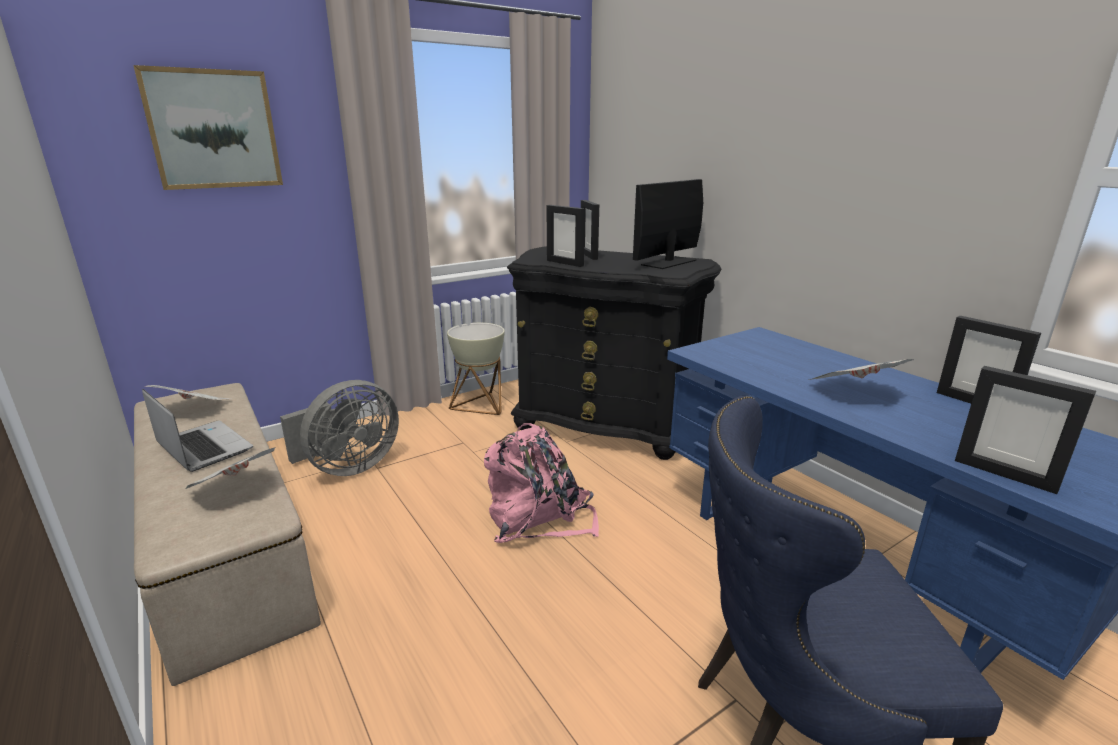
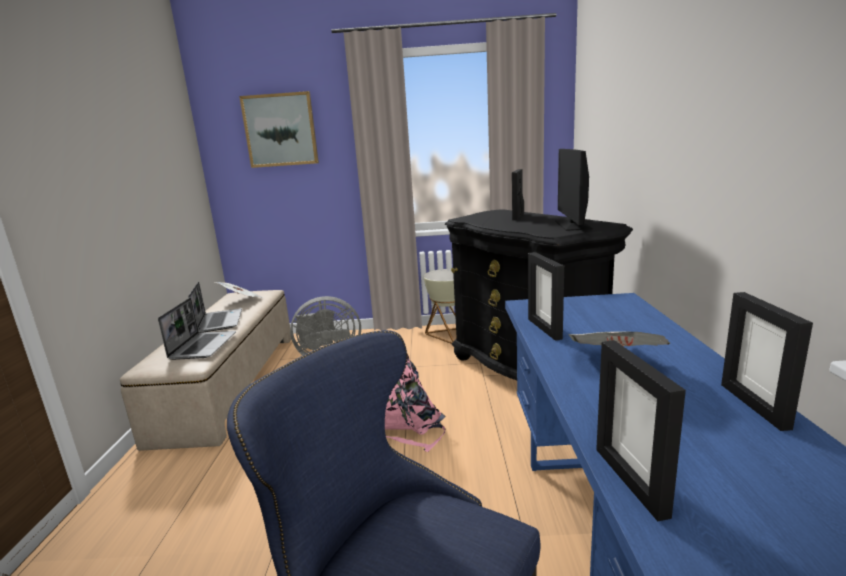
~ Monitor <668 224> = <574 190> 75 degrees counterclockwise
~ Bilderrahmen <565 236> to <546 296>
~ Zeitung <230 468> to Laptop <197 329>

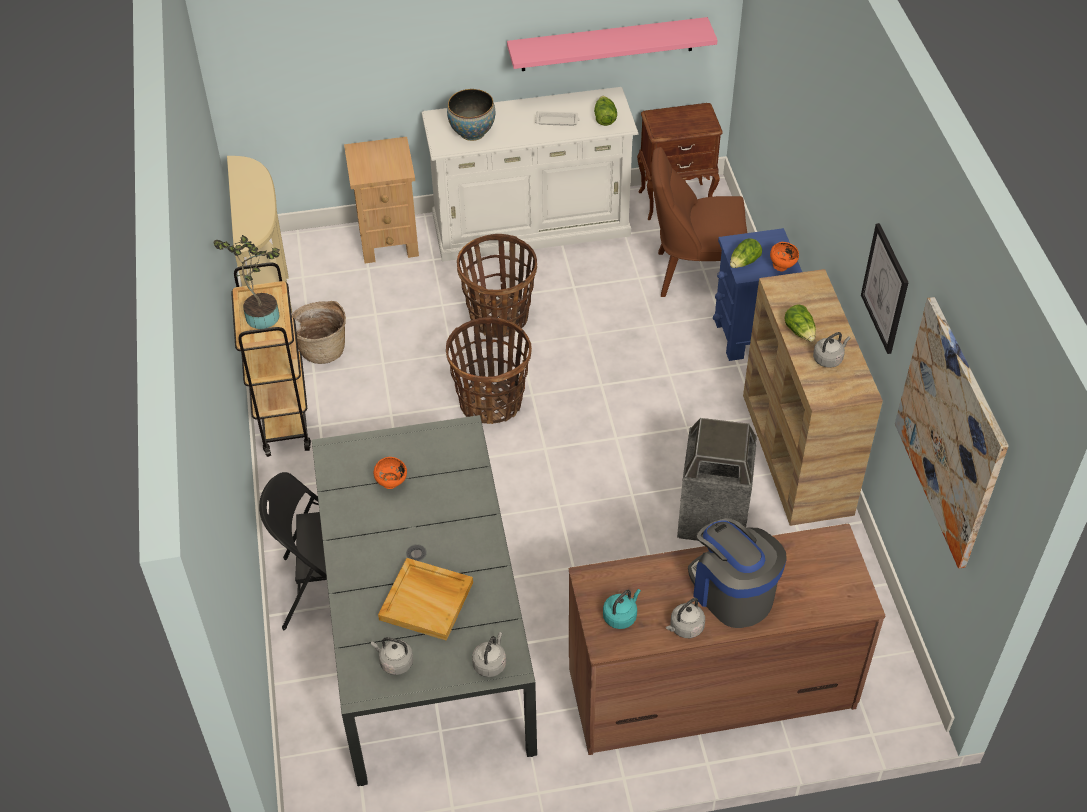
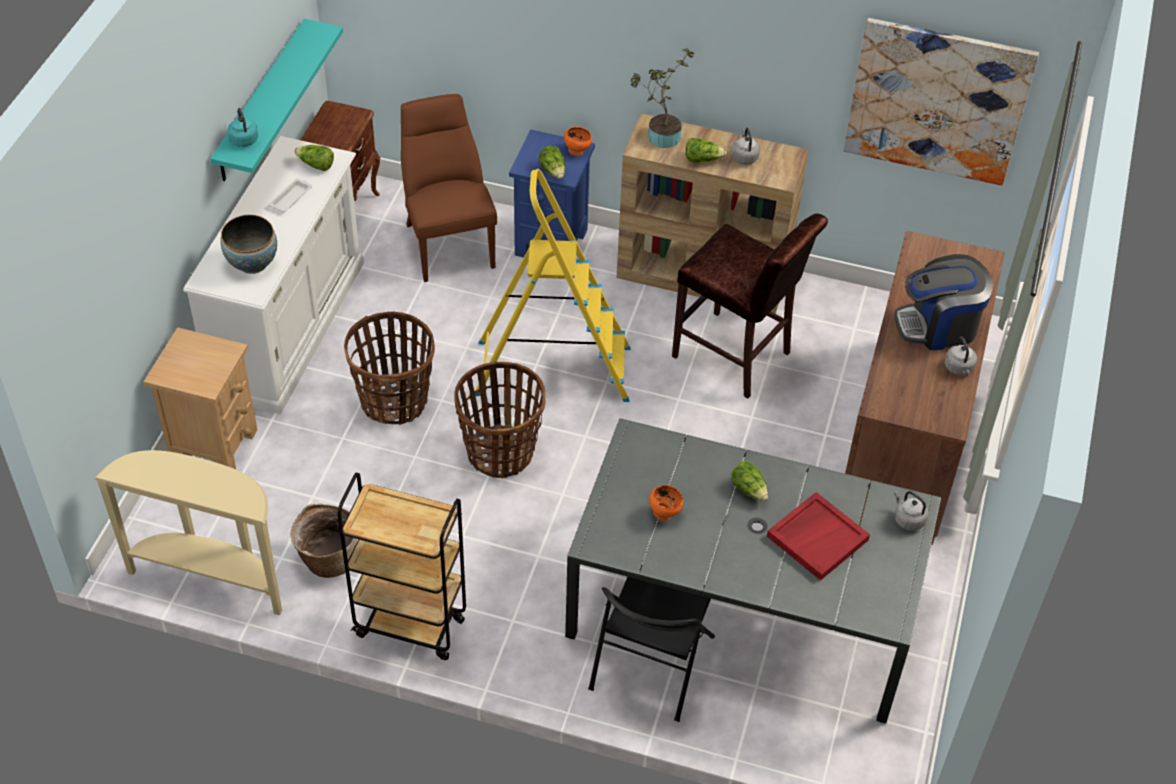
~ Wandregal [rosa] <612 44> to Wandregal [türkis] <276 100>
~ Stuhl [braun] <699 222> = <449 188> 135 degrees clockwise
- Bild <885 288>
~ Topfpflanze <247 282> to <662 98>
~ Mülleimer <717 479> to Hocker [braun] <750 305>
~ Tablett [beige] <425 599> to Tablett [rot] <818 536>
~ Wasserkessel [türkis] <622 609> to <242 127>
- Wasserkessel [grau] <392 656>
+ Trittleiter [gelb] <553 285>
+ Salatkopf <749 481>

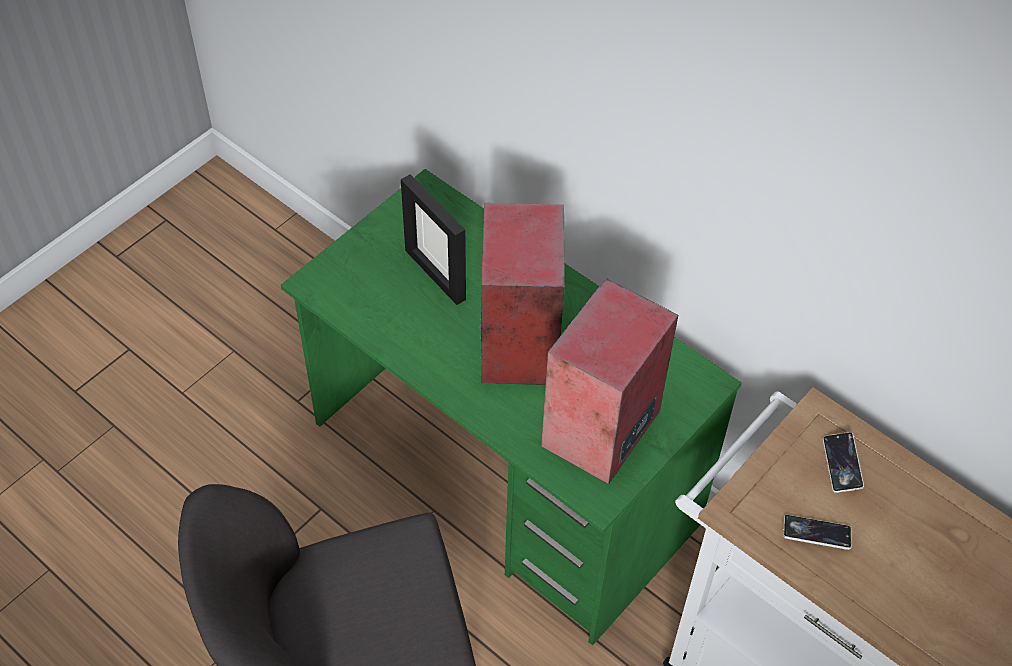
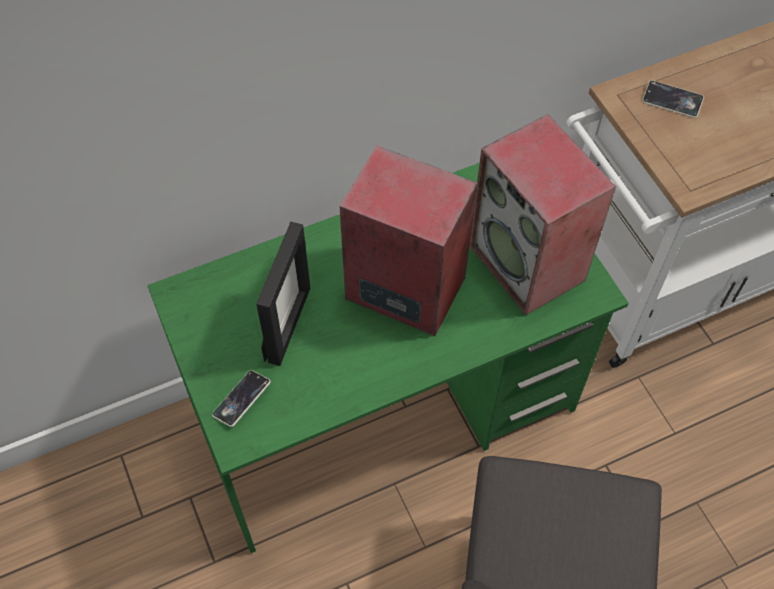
~ Bilderrahmen <433 239> = <283 294> 60 degrees counterclockwise
~ Handy <817 532> to <241 398>

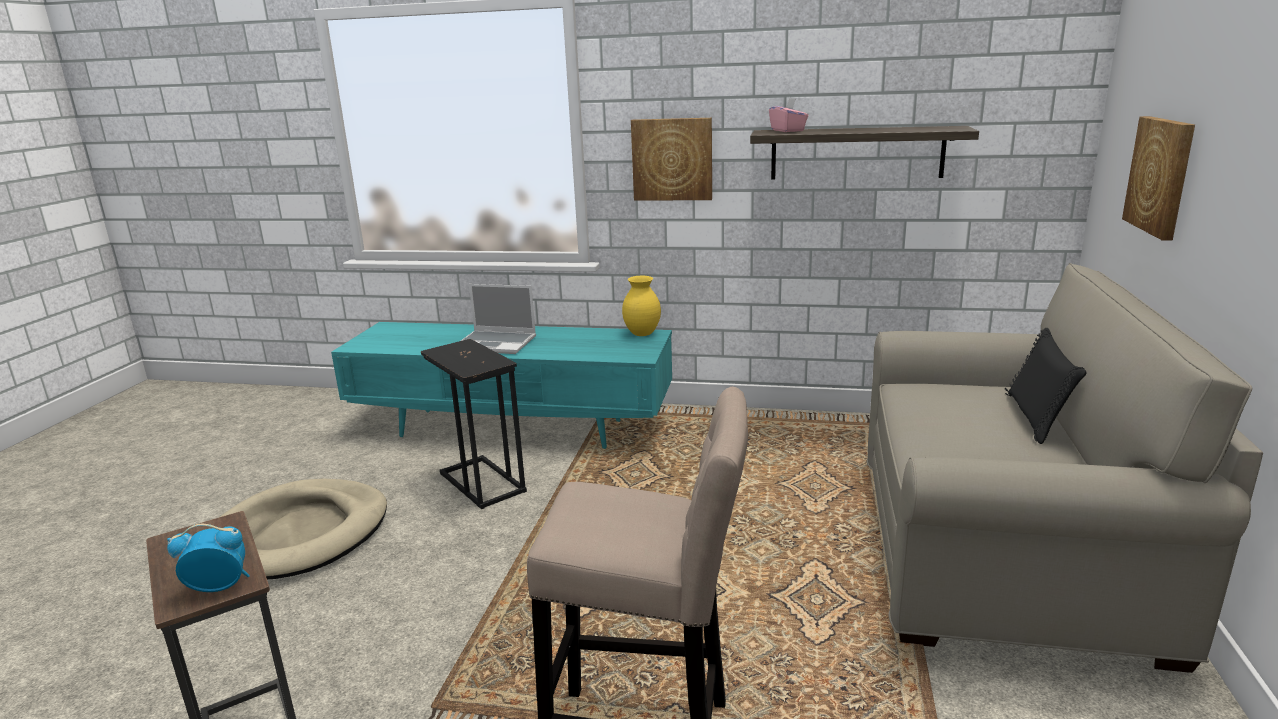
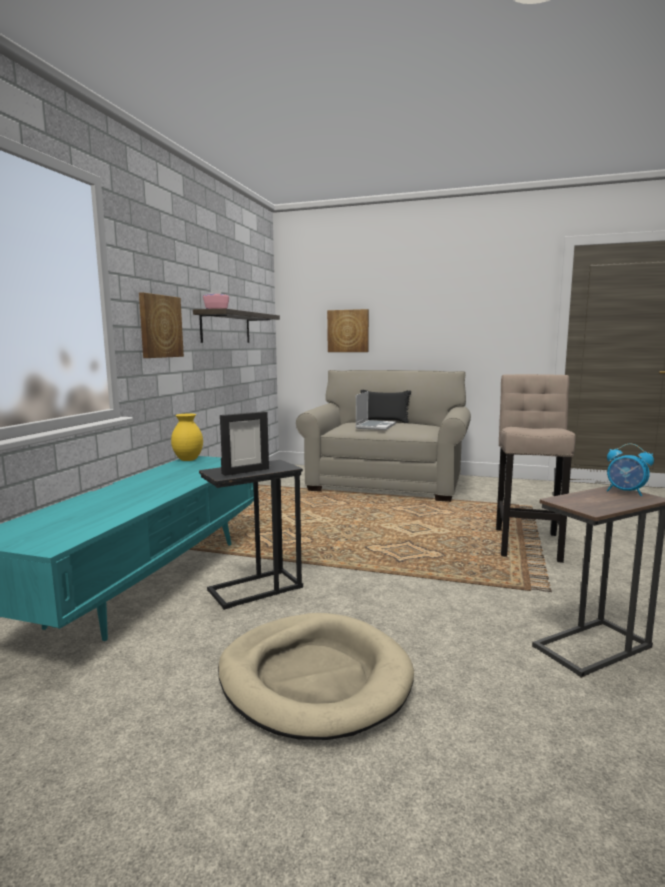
~ Laptop <498 319> to <375 410>
~ Wecker <208 558> = <630 470> 45 degrees counterclockwise
+ Bilderrahmen <244 443>

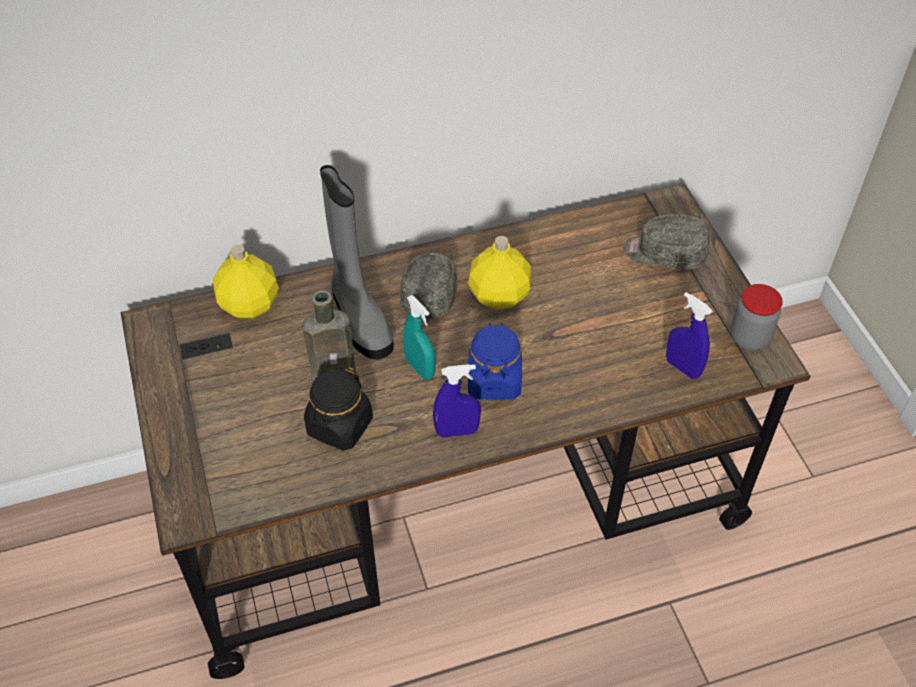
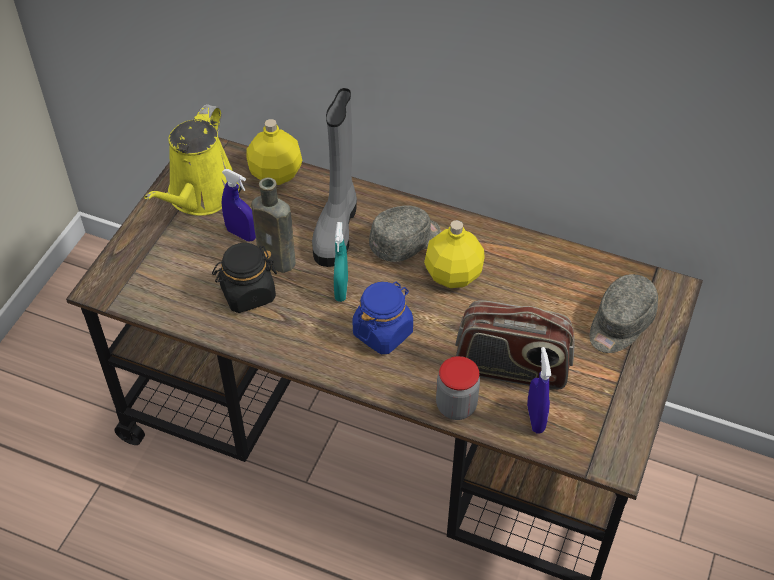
~ Kappe [grau] <666 242> = <623 313> 105 degrees counterclockwise
~ Vorratsglas <757 317> to <458 388>
~ Sprühflasche [blau] <457 400> to <239 205>
+ Gießkanne [gelb] <192 160>
+ Radio <515 345>

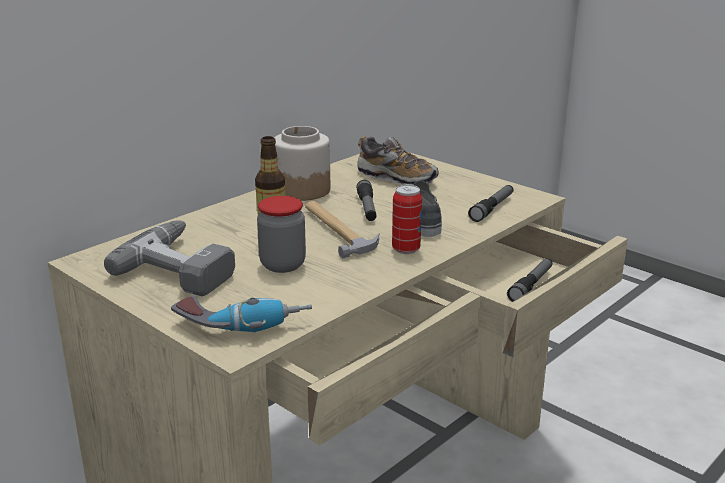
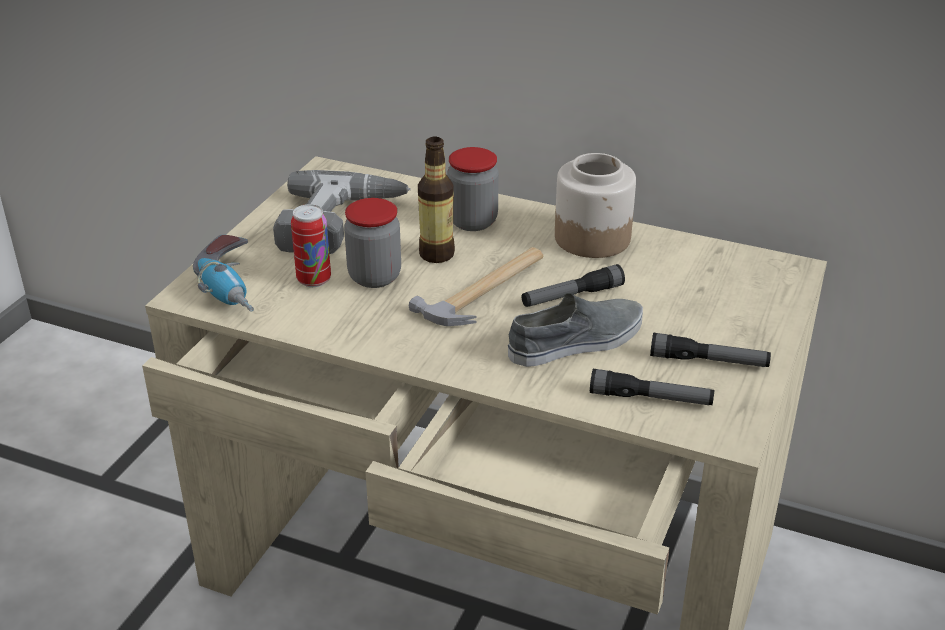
- Schuh <398 160>
~ Dose <407 219> to <311 245>
~ Taschenlampe <530 280> to <710 350>
+ Vorratsglas <473 189>

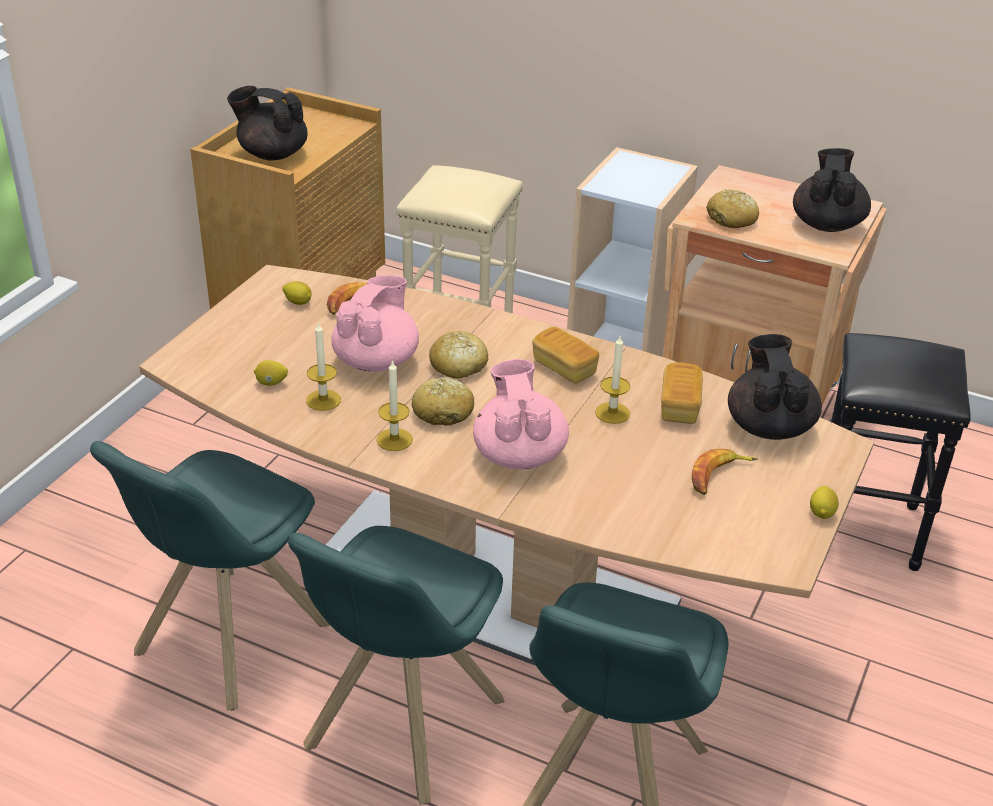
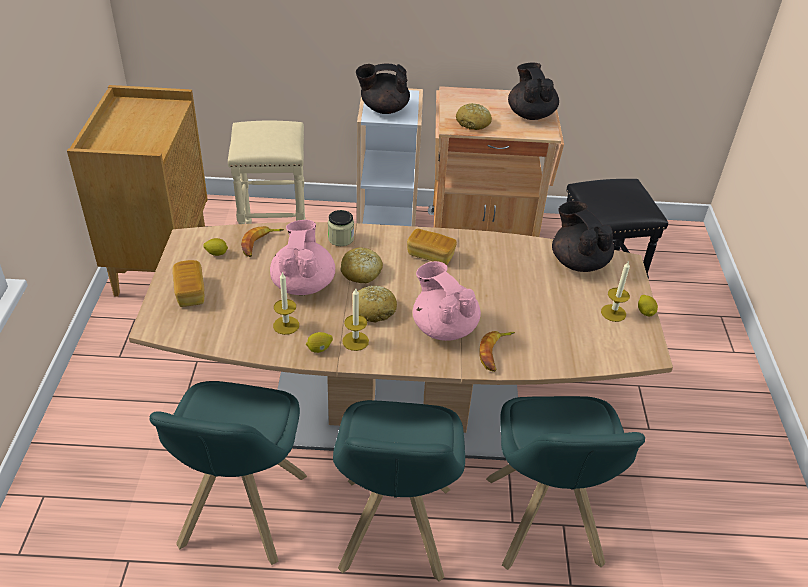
~ Teekanne [schwarz] <267 123> to <383 89>
~ Kerze <612 380> to <615 292>
~ Zitrone <271 373> to <319 342>
~ Brot <682 393> to <188 283>
~ Banane <725 472> to <497 351>
+ Vorratsglas <341 228>

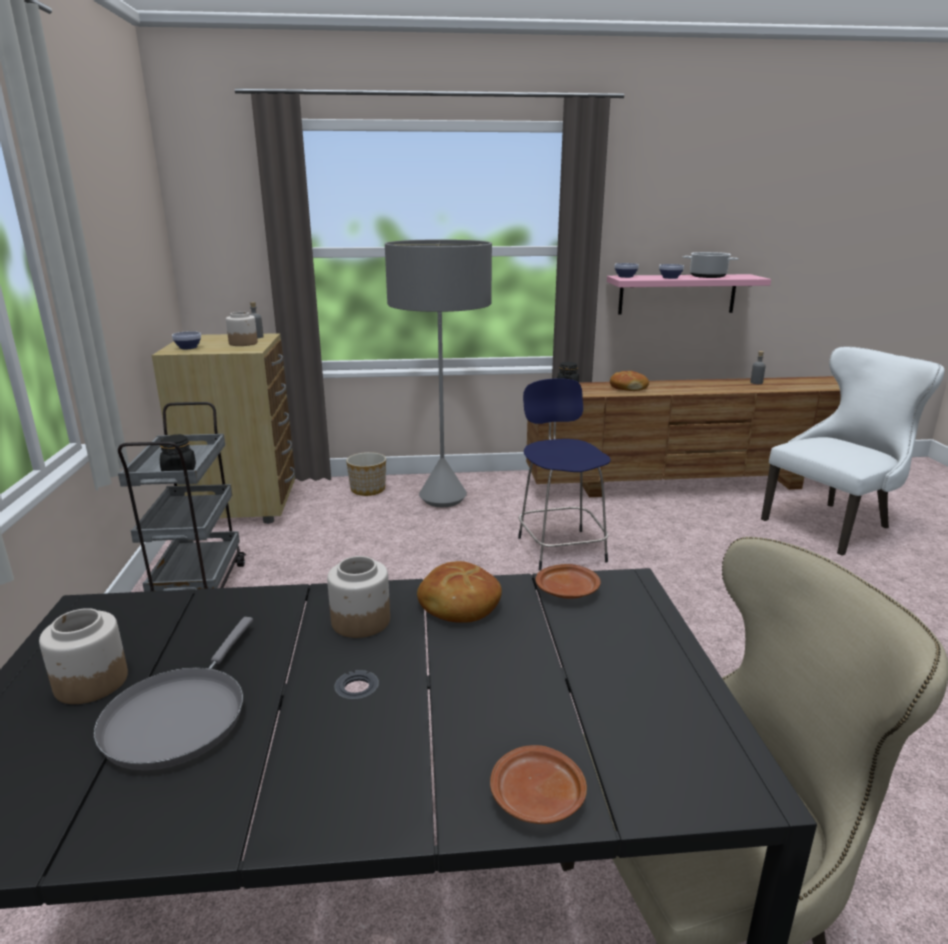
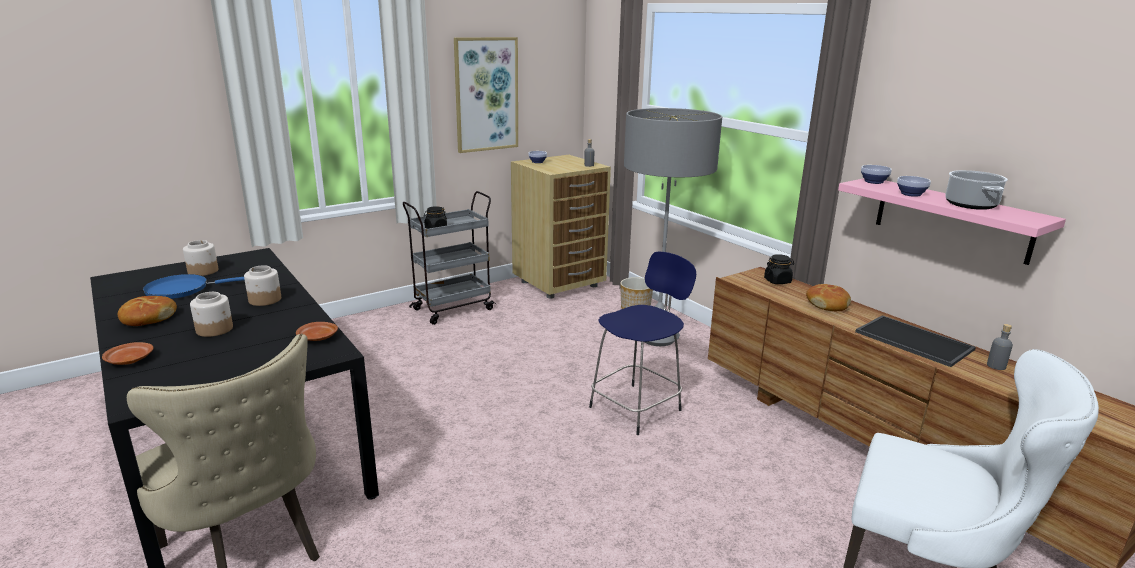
~ Vorratsglas <242 329> to <211 314>
~ Brot <459 592> to <147 311>
~ Pfanne [grau] <173 693> to Pfanne [blau] <194 286>
+ Bild <486 95>
+ Tablett <915 341>

